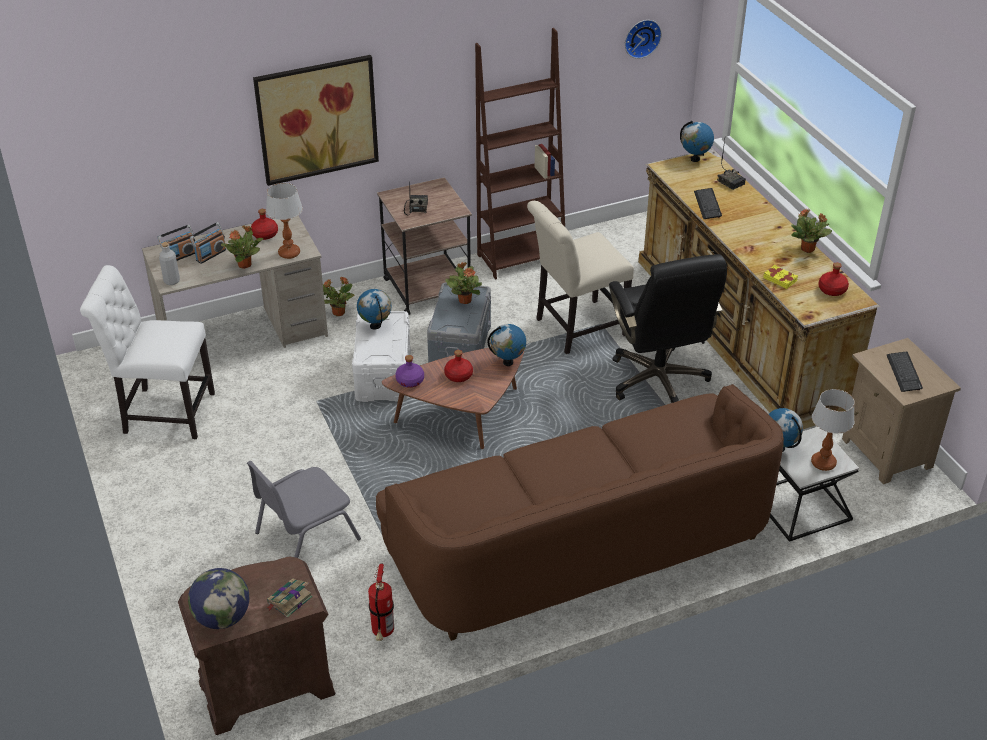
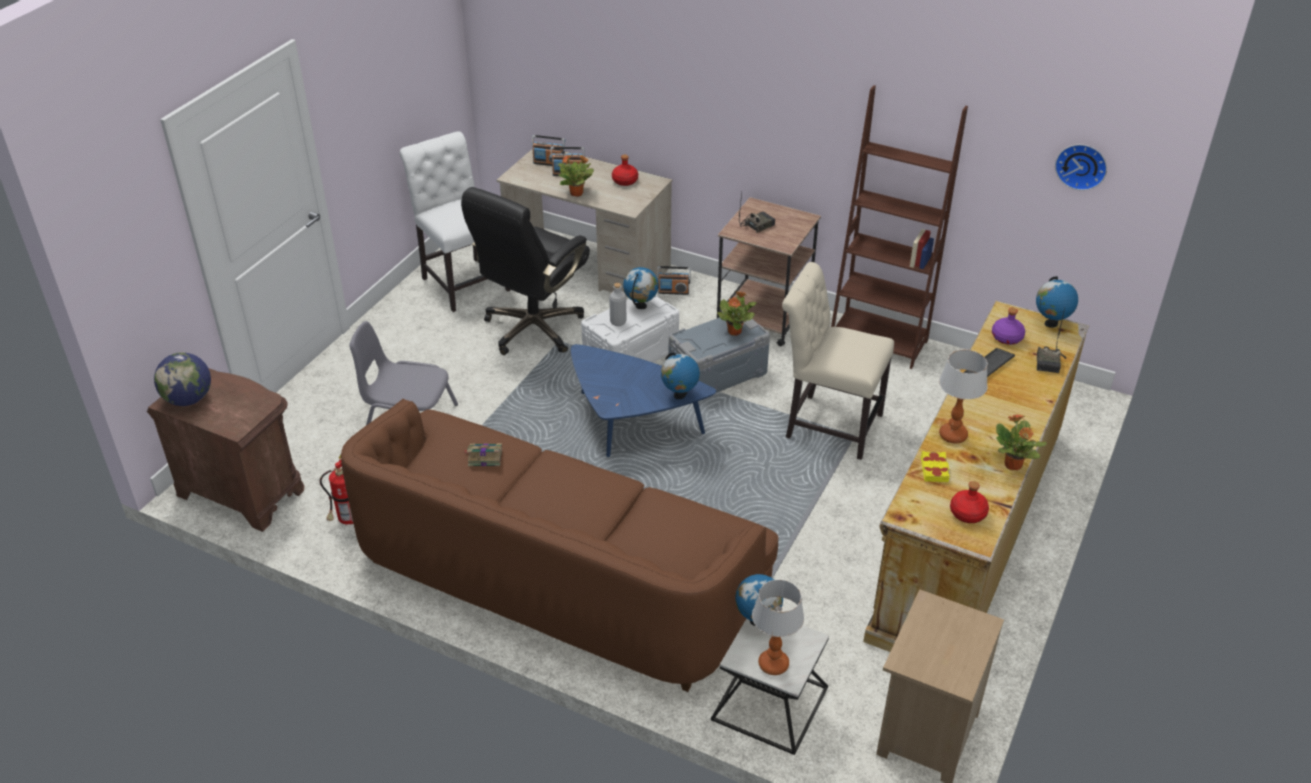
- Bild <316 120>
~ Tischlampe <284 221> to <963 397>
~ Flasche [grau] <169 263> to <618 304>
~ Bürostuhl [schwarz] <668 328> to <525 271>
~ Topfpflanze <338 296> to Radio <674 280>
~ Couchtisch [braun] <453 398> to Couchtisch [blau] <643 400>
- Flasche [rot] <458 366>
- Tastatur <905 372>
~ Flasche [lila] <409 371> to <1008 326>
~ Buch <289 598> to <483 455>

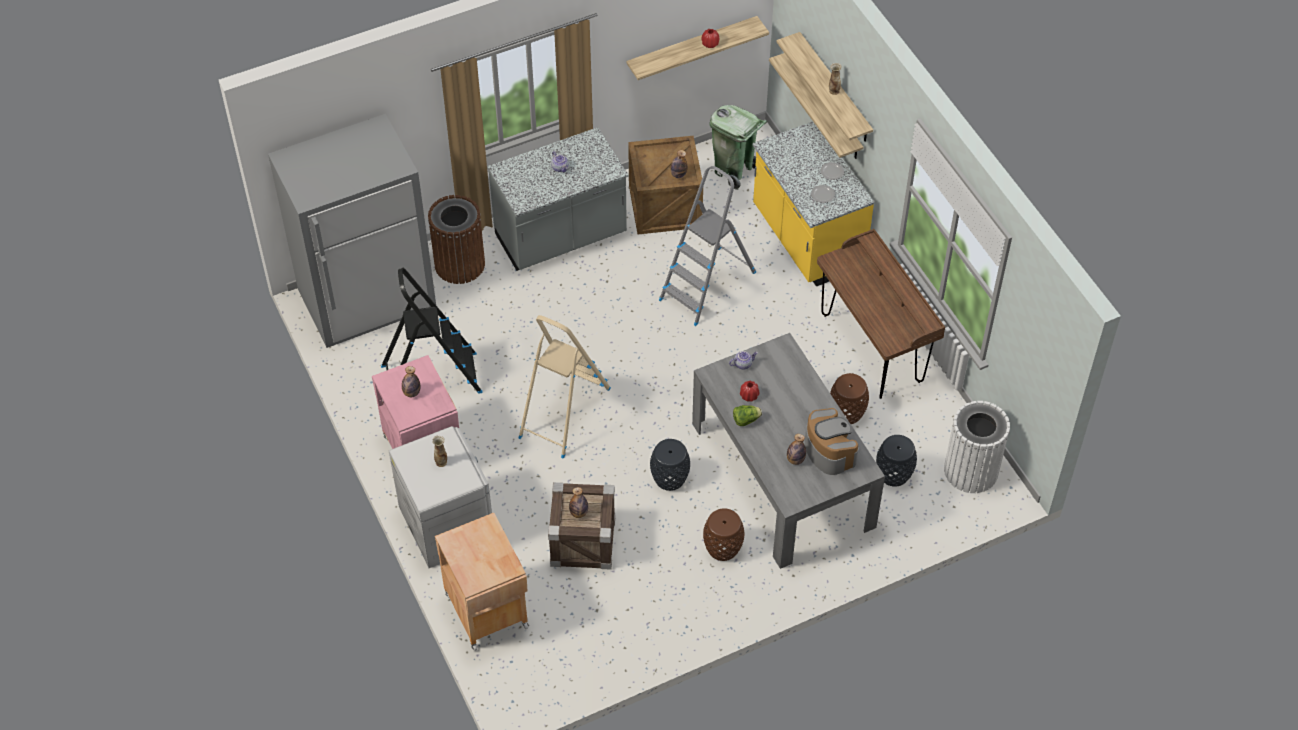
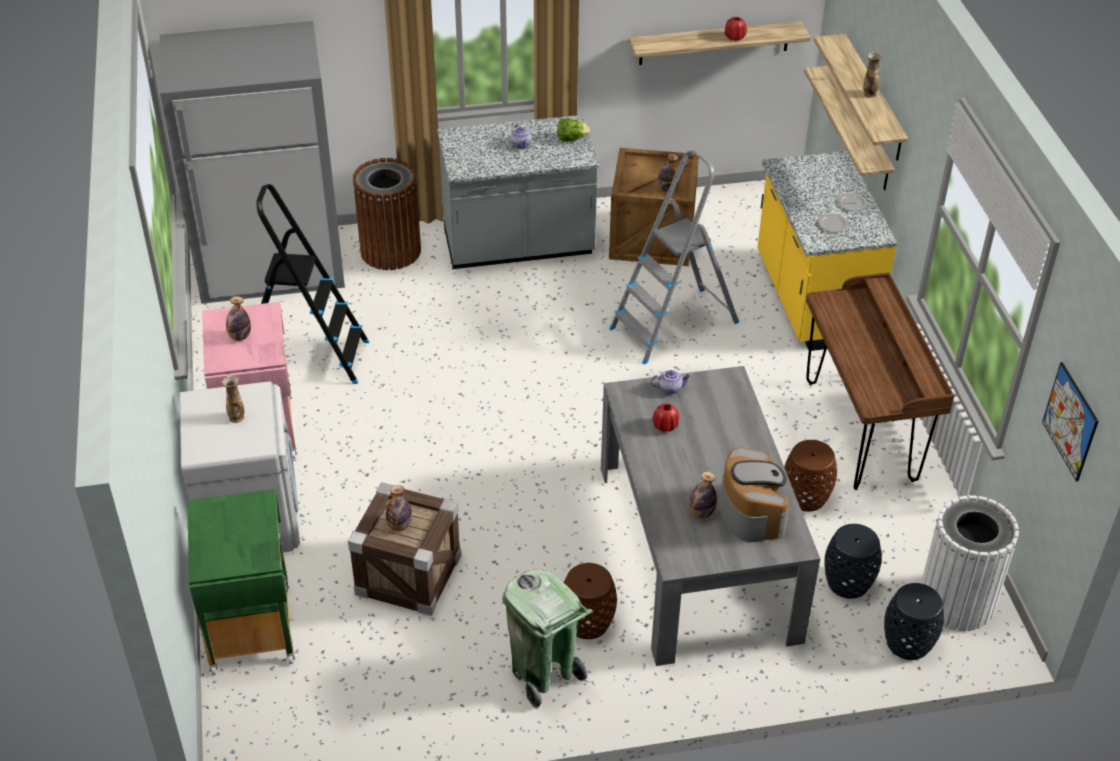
~ Mülleimer [grün] <738 147> to <548 639>
- Trittleiter [beige] <564 386>
~ Salatkopf <747 415> to <573 130>
~ Hocker [schwarz] <670 465> to <914 621>
~ Rollwagen [braun] <482 582> to Rollwagen [grün] <241 582>
+ Bild <1070 422>

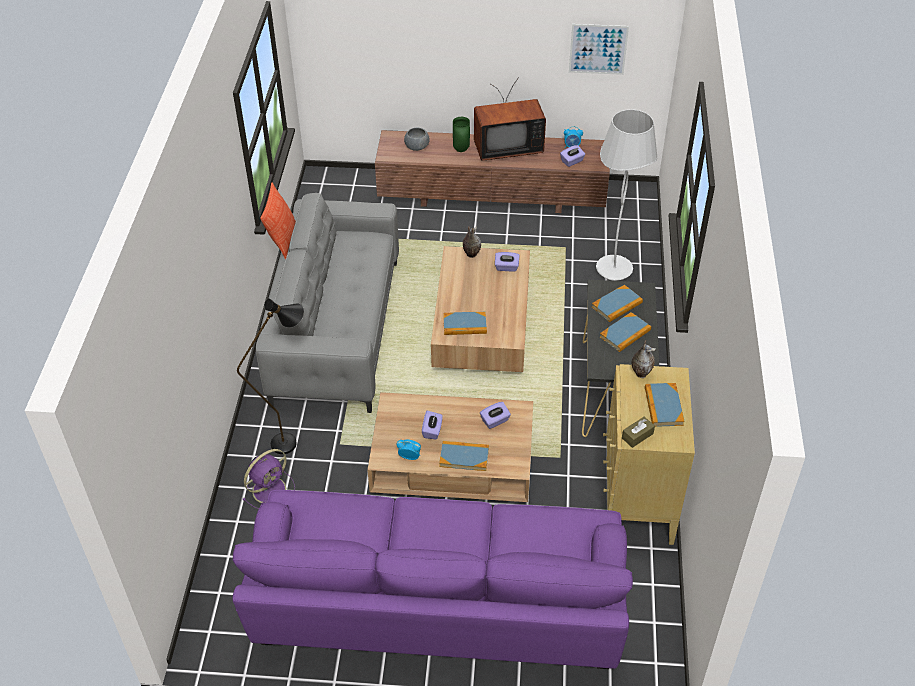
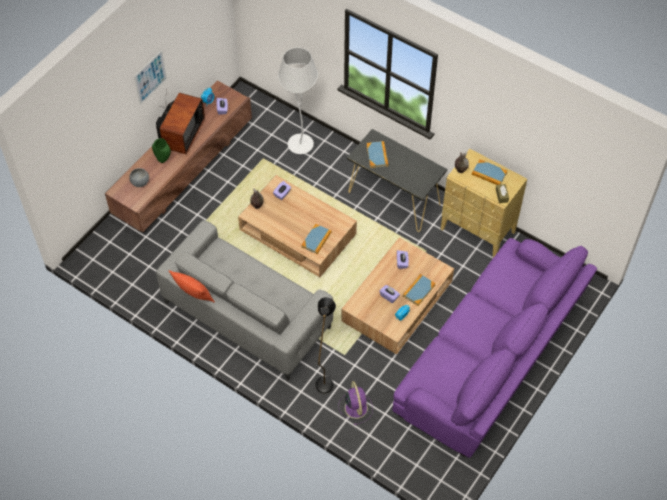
~ Bild <599 49> to <150 77>
- Buch <625 332>

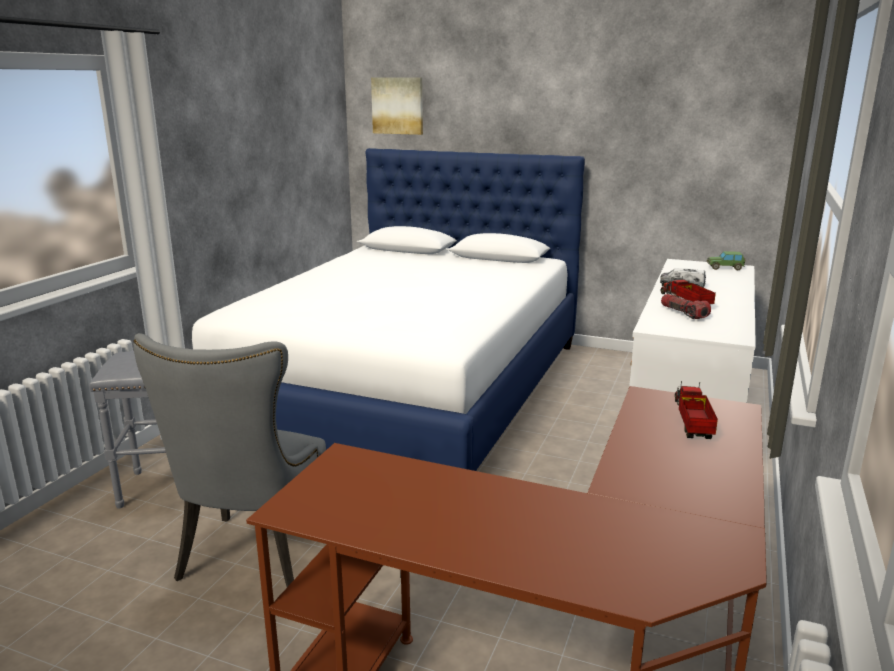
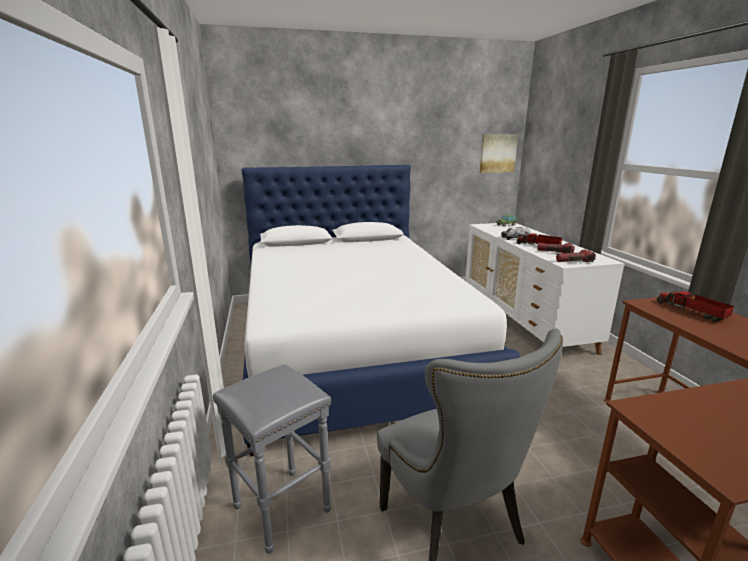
~ Bild <397 106> to <499 153>
+ Taschenlampe <576 255>

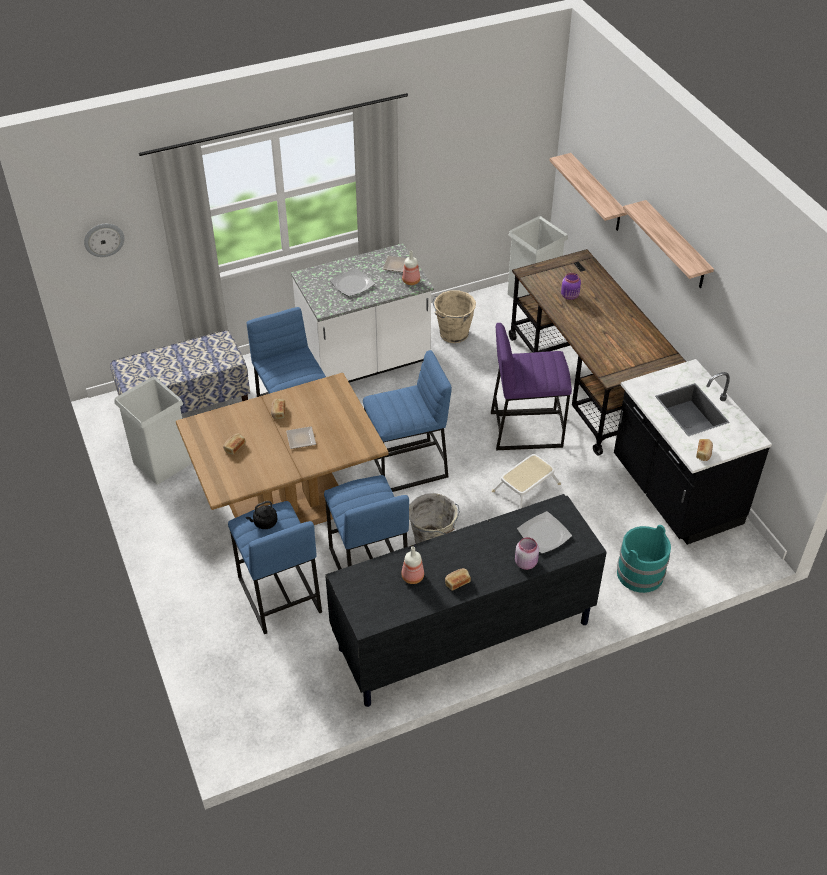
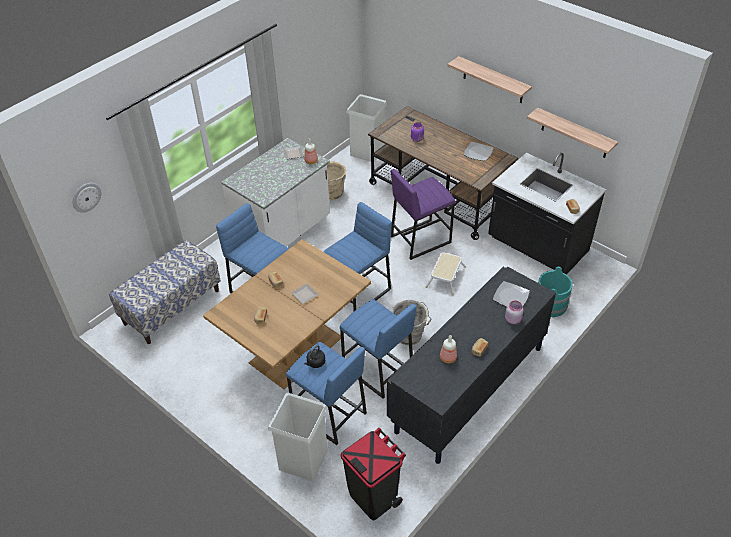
~ Wandregal <588 192> to <572 133>
~ Teller <352 282> to <478 151>
~ Mülleimer [weiß] <152 430> to <298 436>
+ Mülleimer [schwarz] <373 474>

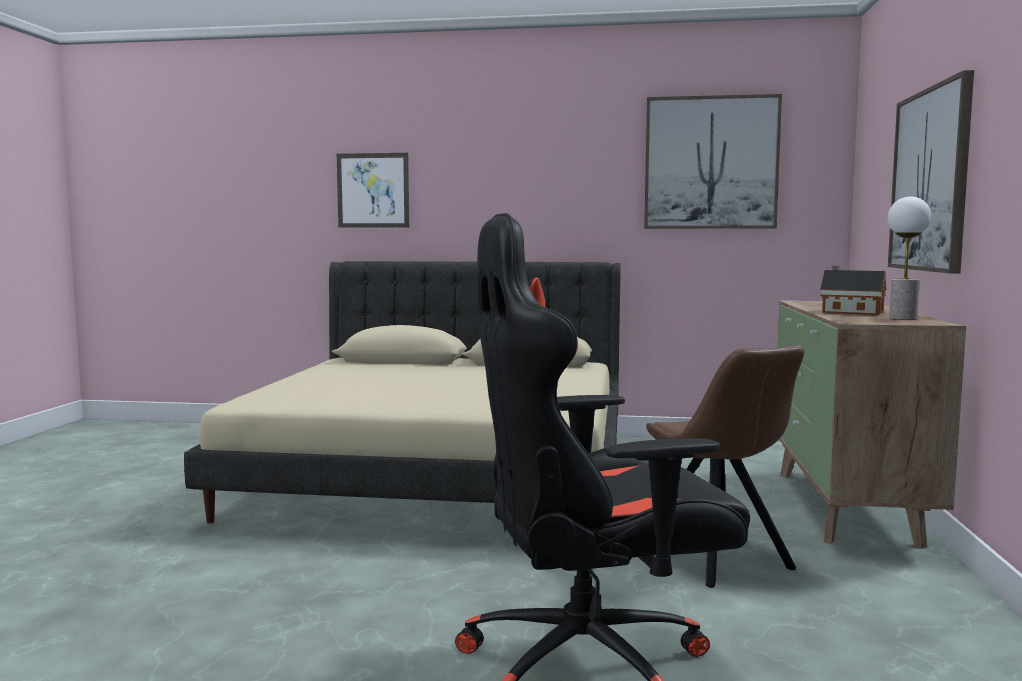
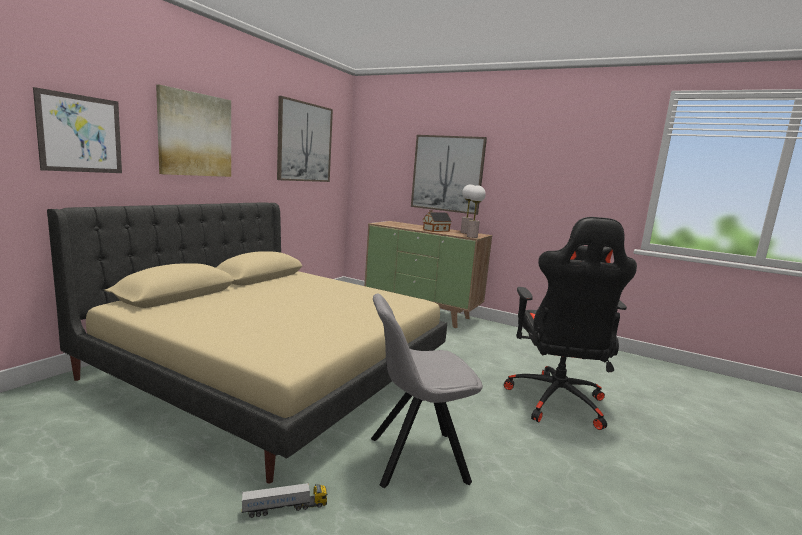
- Stuhl [braun] <725 466>
+ Bild <193 131>
+ Tischlampe <476 211>
+ Stuhl [grau] <427 391>
+ Spielzeuglaster <284 500>

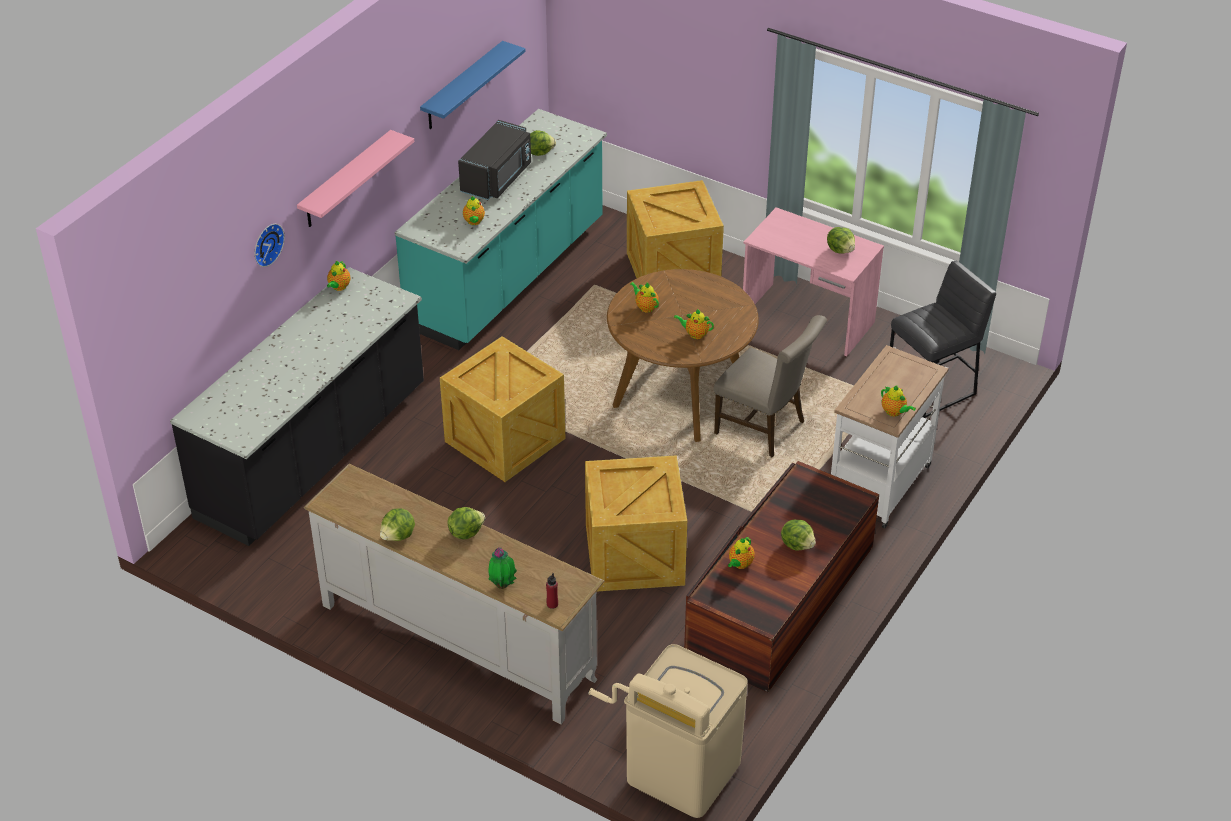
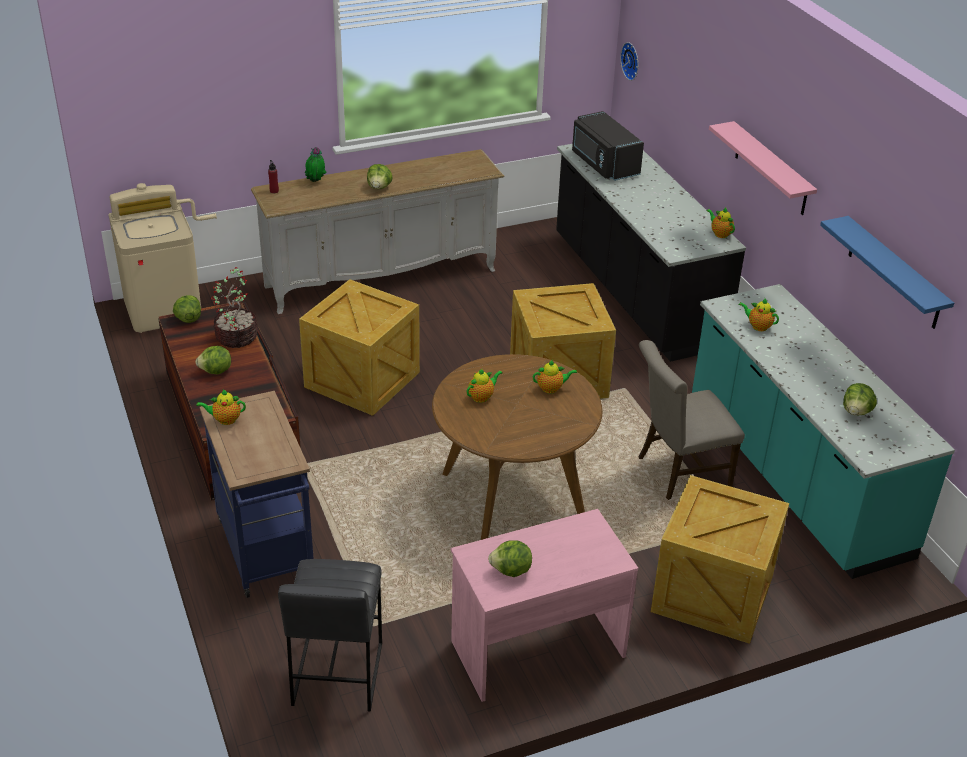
~ Mikrowelle [schwarz] <494 160> to <608 146>
~ Wanduhr <270 245> to <629 61>
~ Stuhl [beige] <770 386> to <692 420>
~ Rollwagen [weiß] <890 436> to Rollwagen [blau] <257 494>
~ Salatkopf <397 524> to <187 309>
~ Teekanne <741 552> to Topfpflanze <234 307>

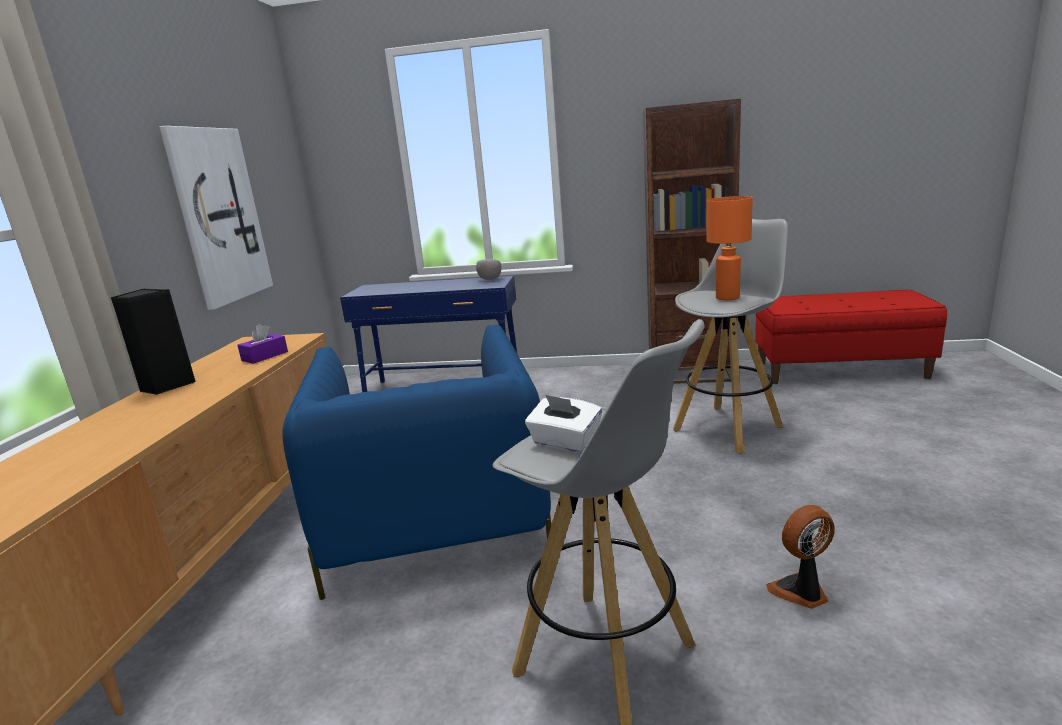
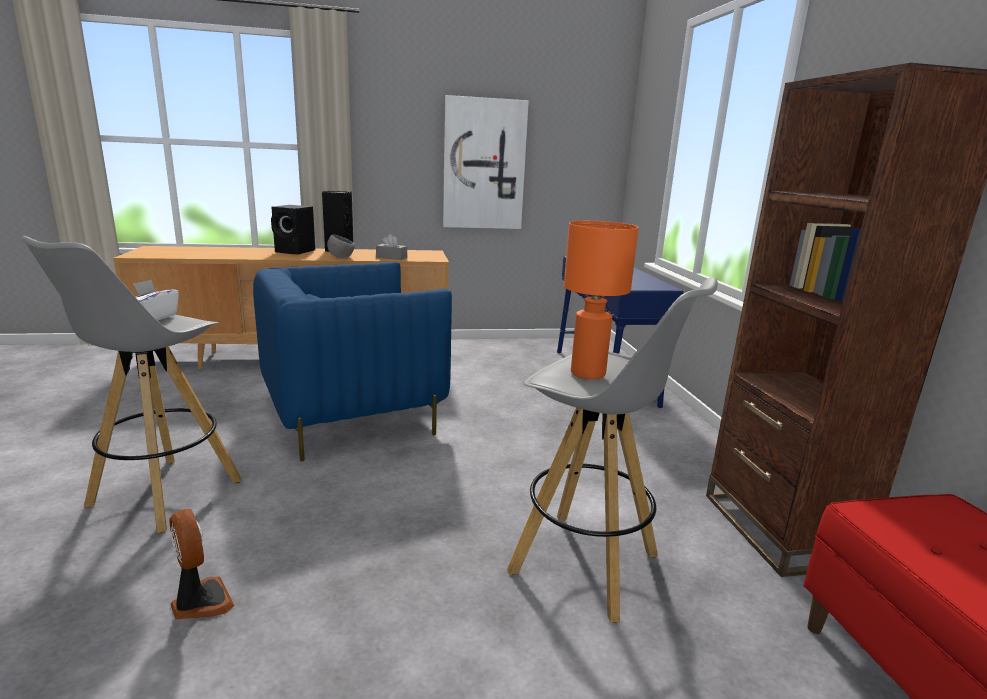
~ Schüssel [grau] <488 269> to <341 246>
~ Taschentuchbox [lila] <262 344> to Taschentuchbox [grau] <391 247>
+ Lautsprecher [schwarz] <293 229>

